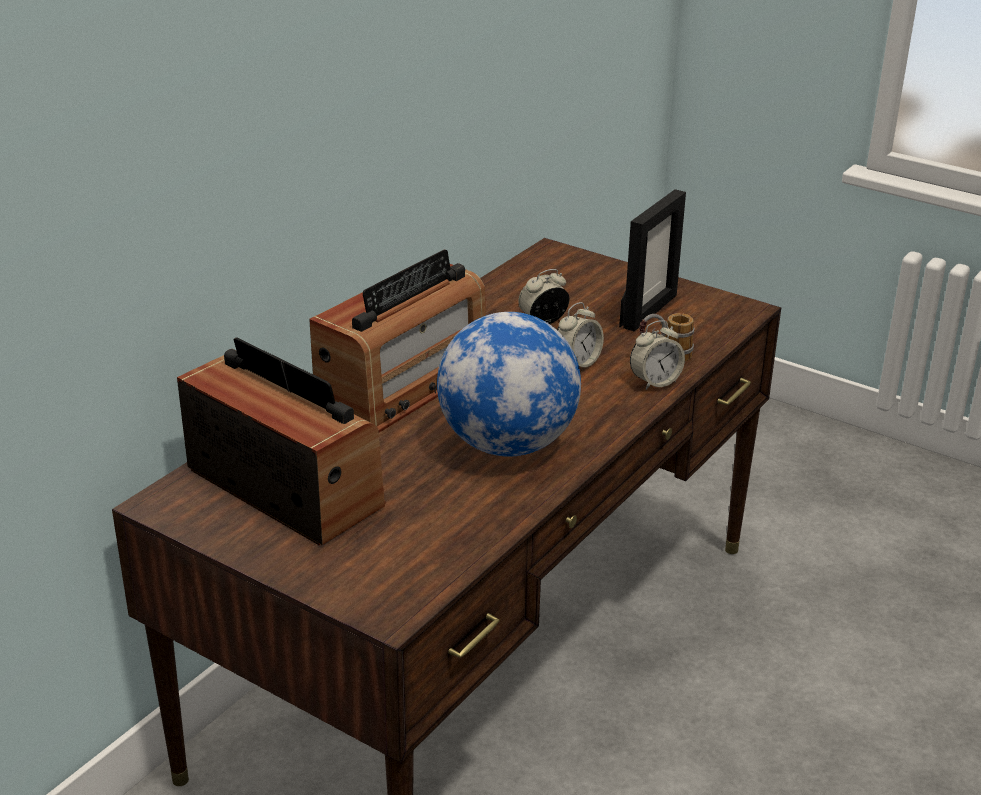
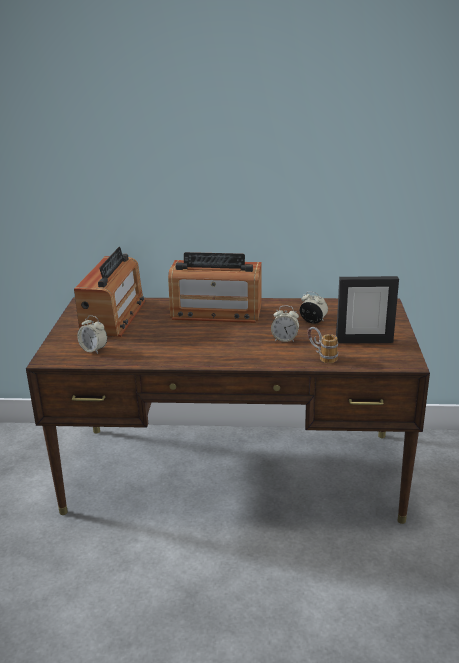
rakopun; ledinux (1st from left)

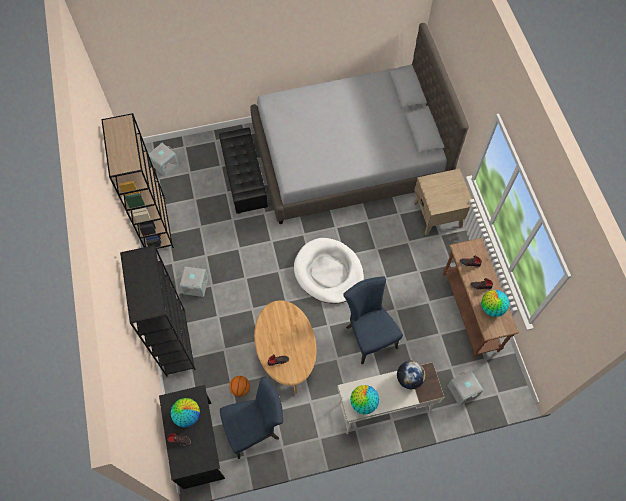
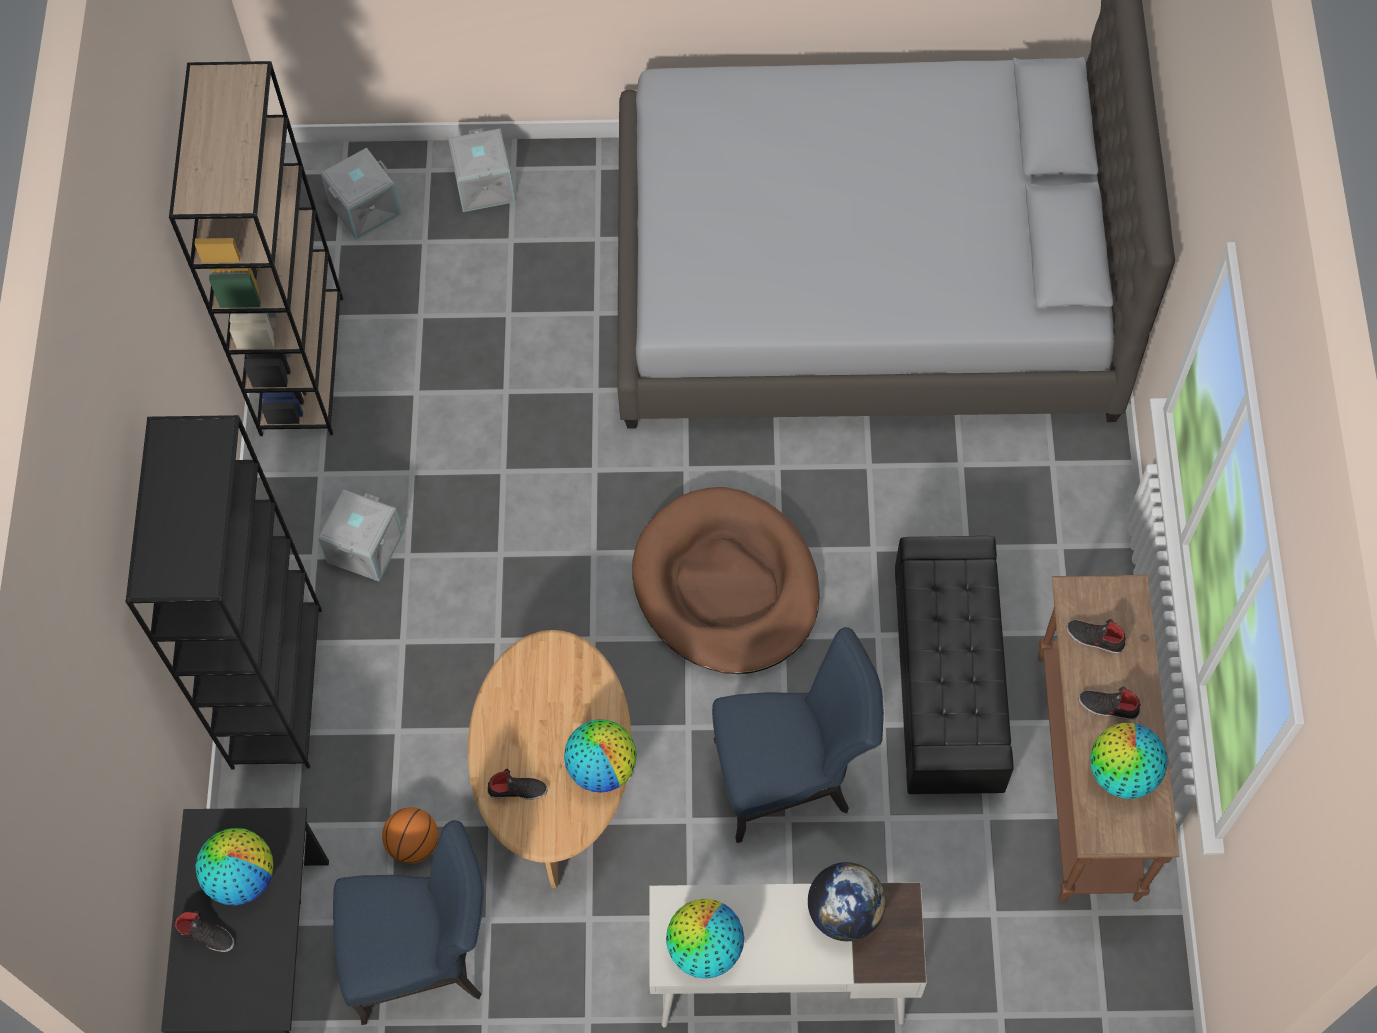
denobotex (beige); rakopun (2nd from left); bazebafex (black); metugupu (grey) (3rd from left); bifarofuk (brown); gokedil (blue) (2nd from left)

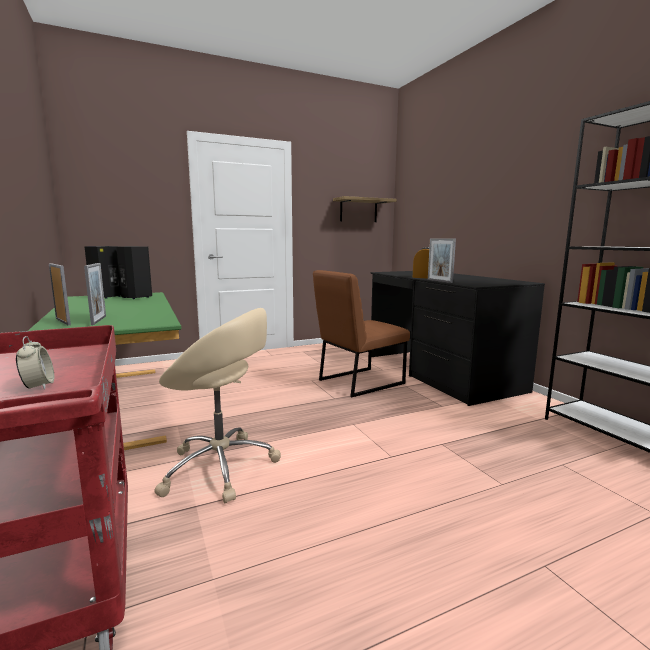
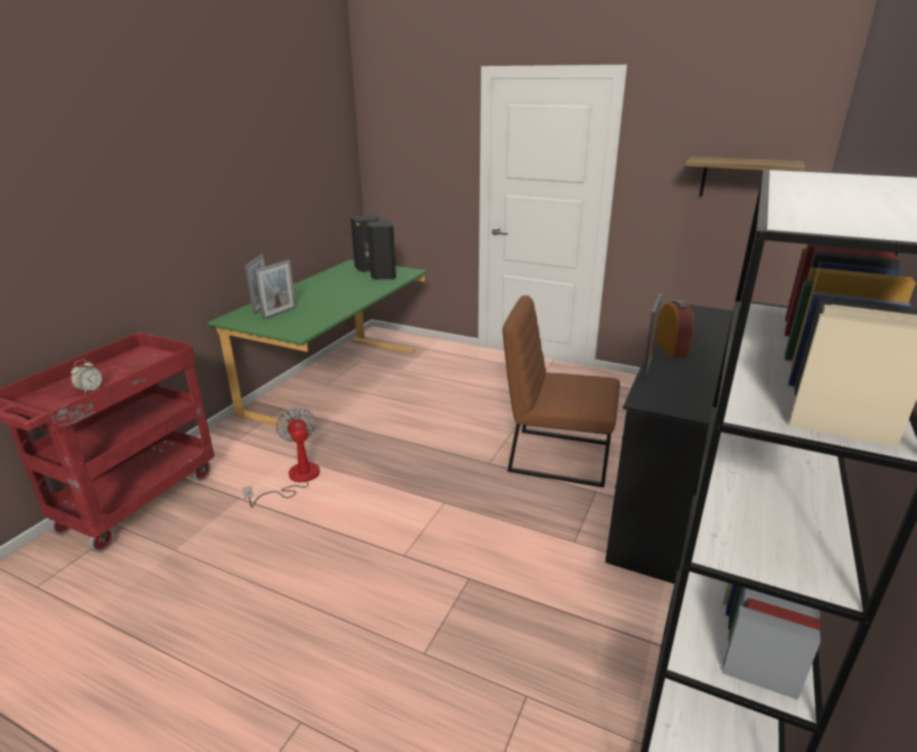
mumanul

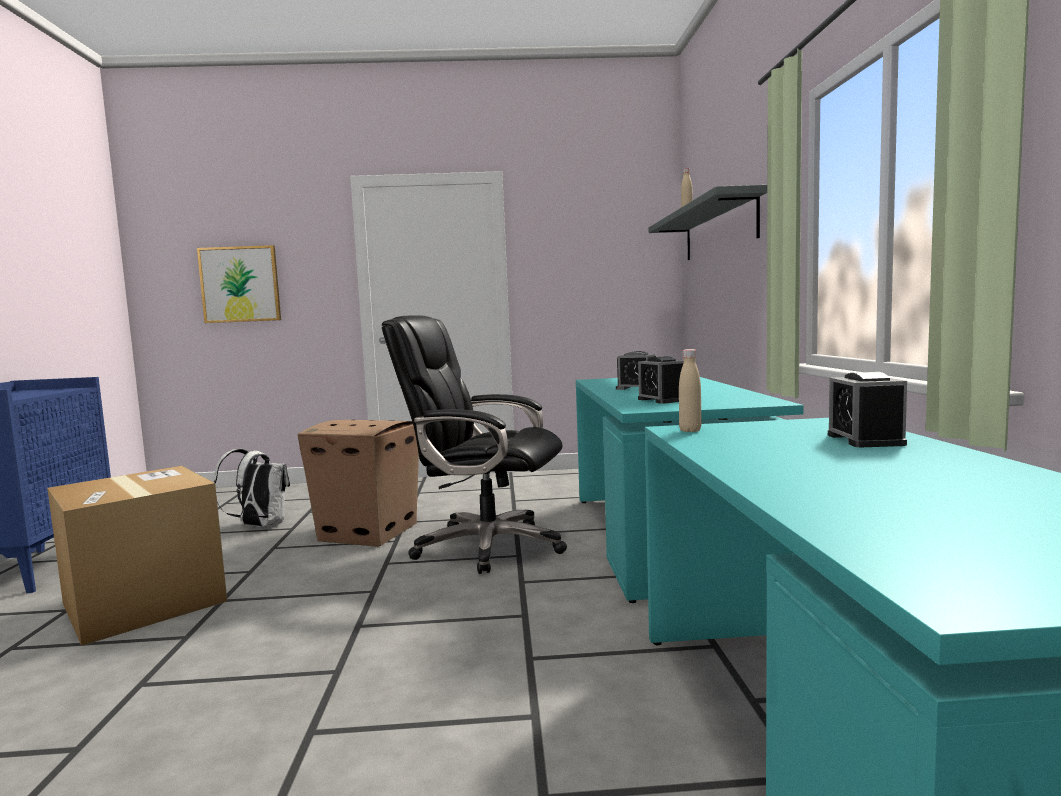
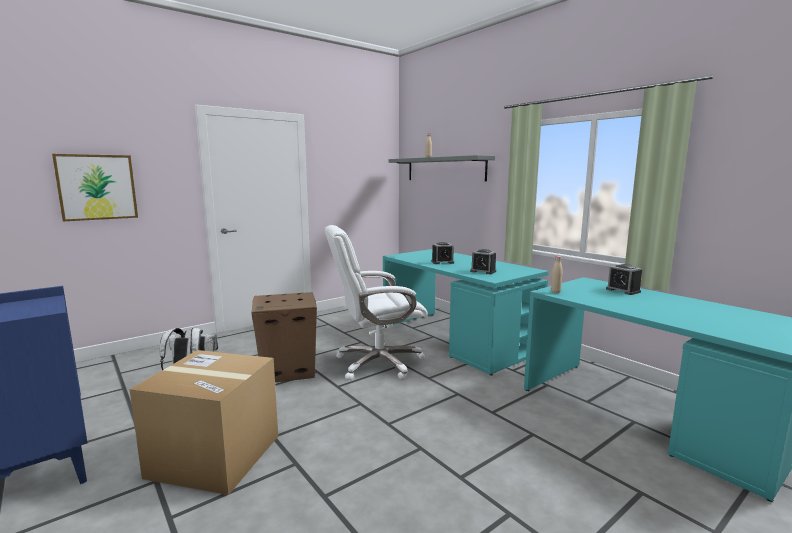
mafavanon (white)

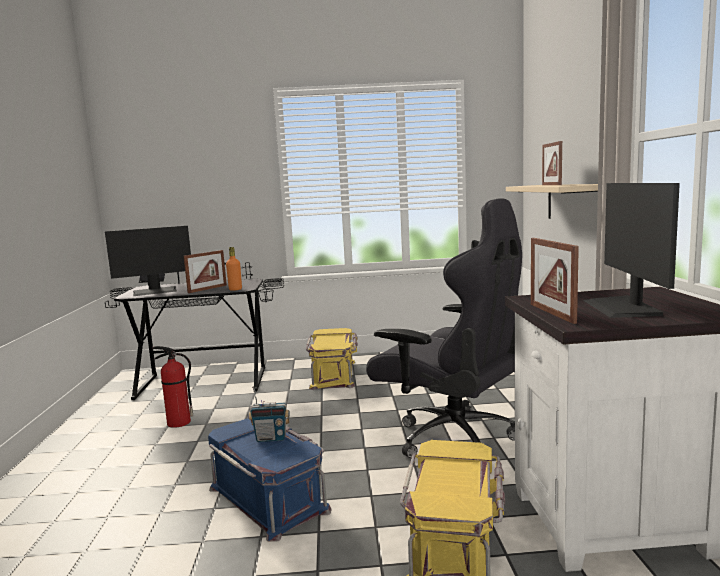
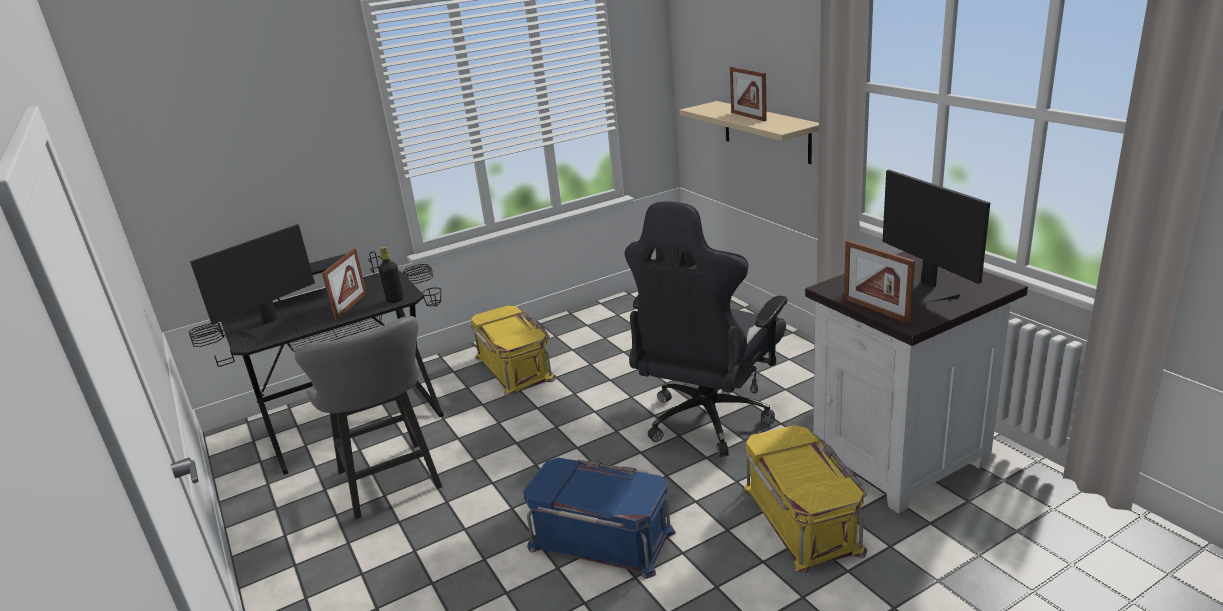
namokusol; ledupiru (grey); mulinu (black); mafavanon (black)

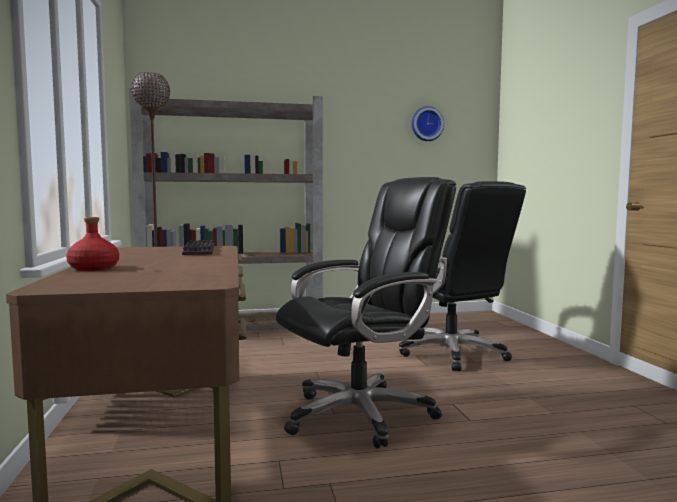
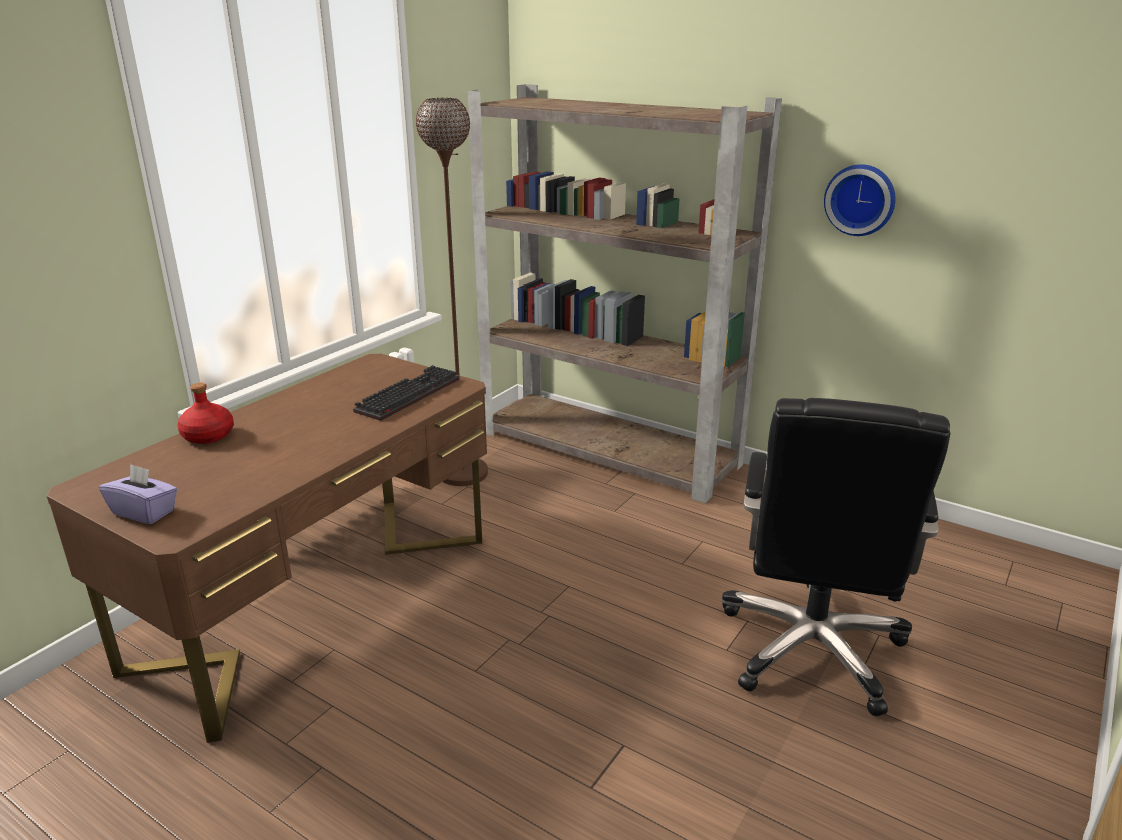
mafavanon (black) (1st from left in the first image); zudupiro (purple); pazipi

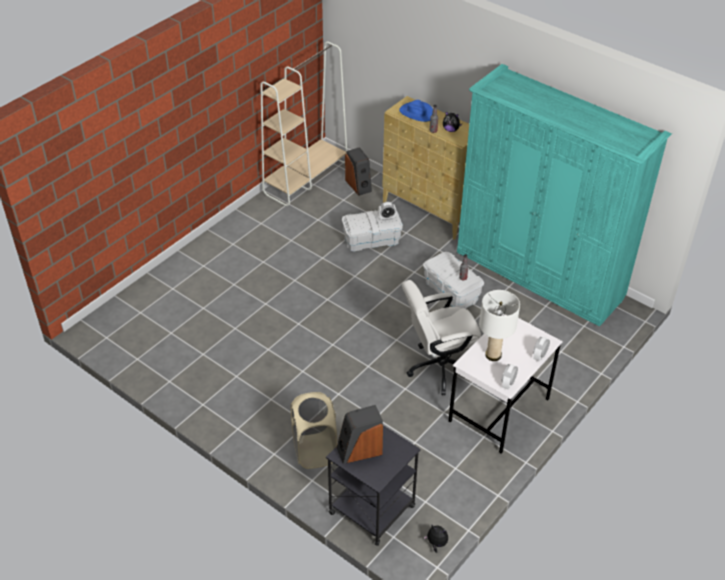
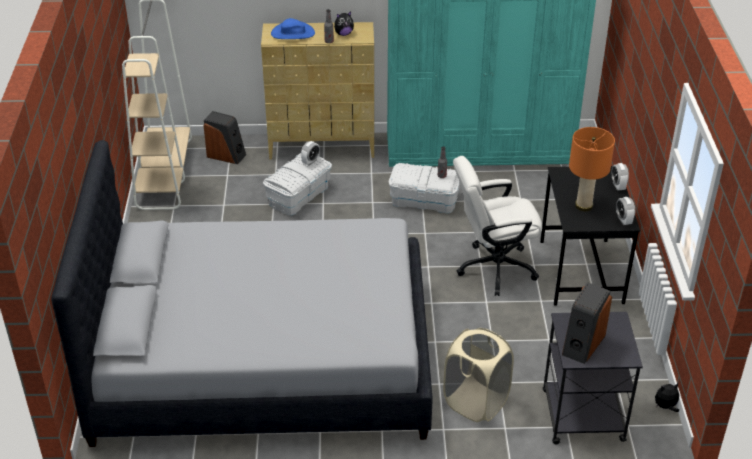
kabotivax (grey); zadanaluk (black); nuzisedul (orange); mafavanon (white)

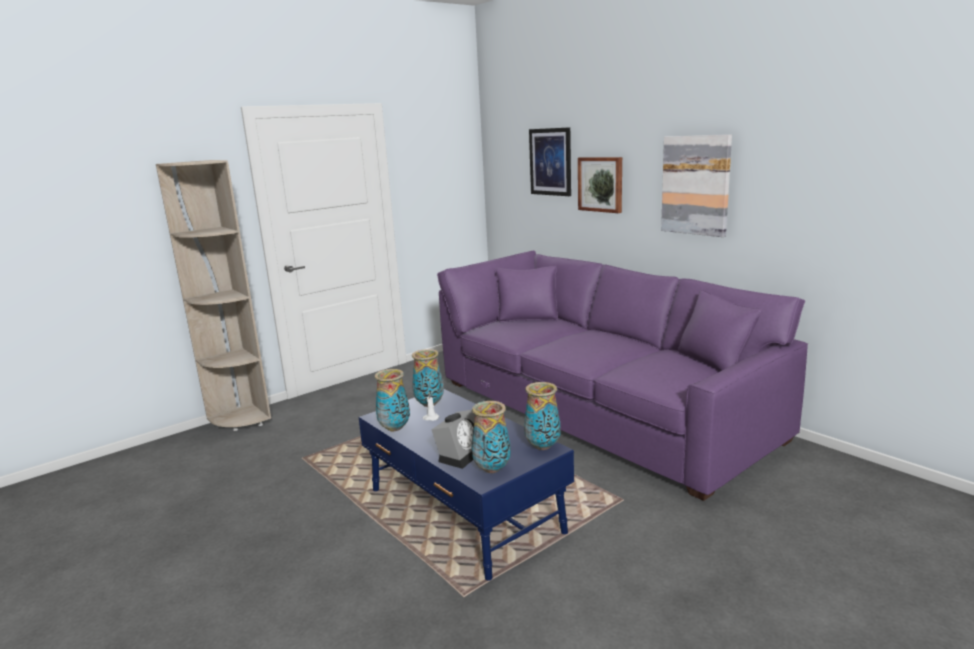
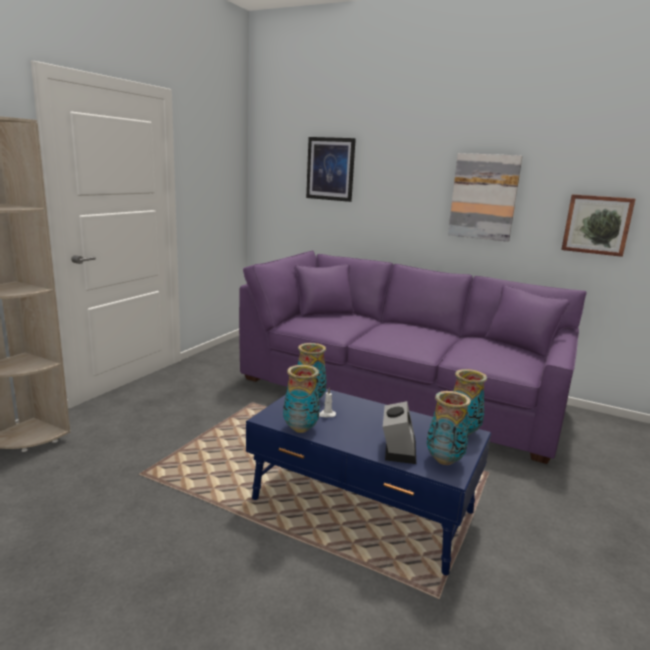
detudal (3rd from left)

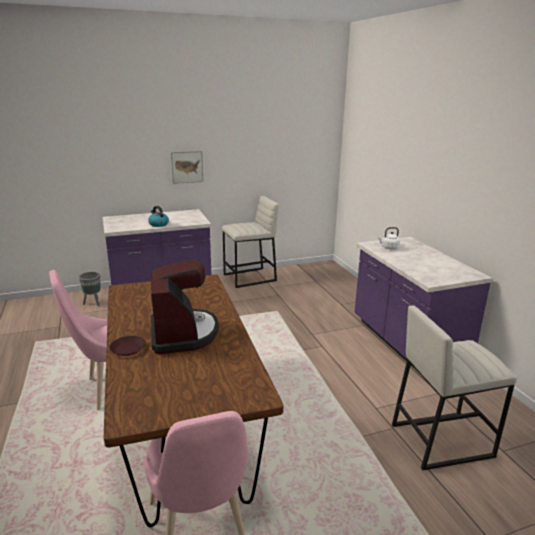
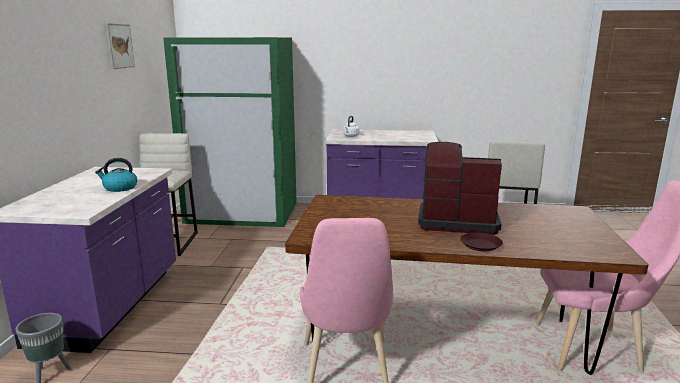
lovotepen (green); detudal

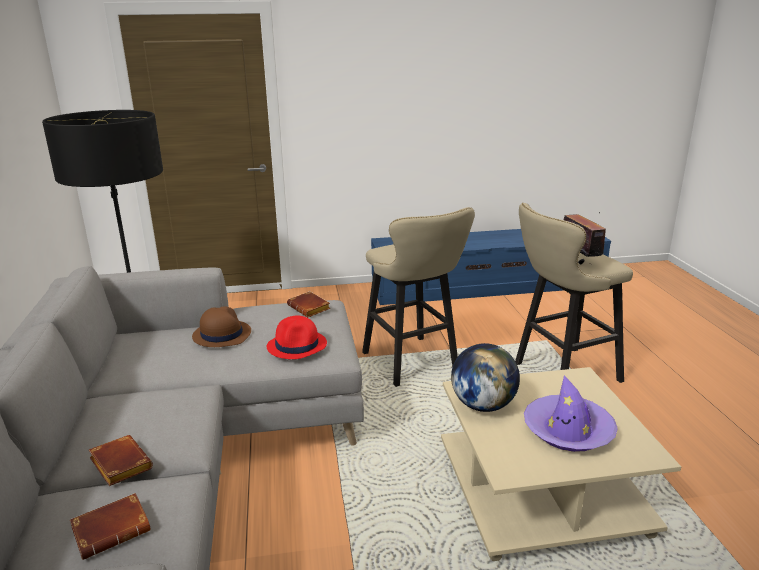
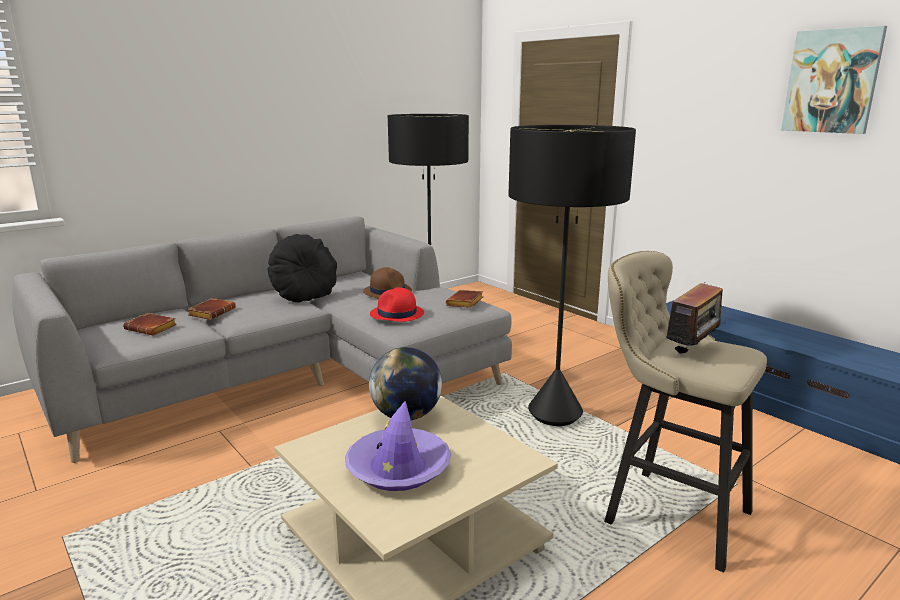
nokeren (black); detudal; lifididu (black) (2nd from left)

